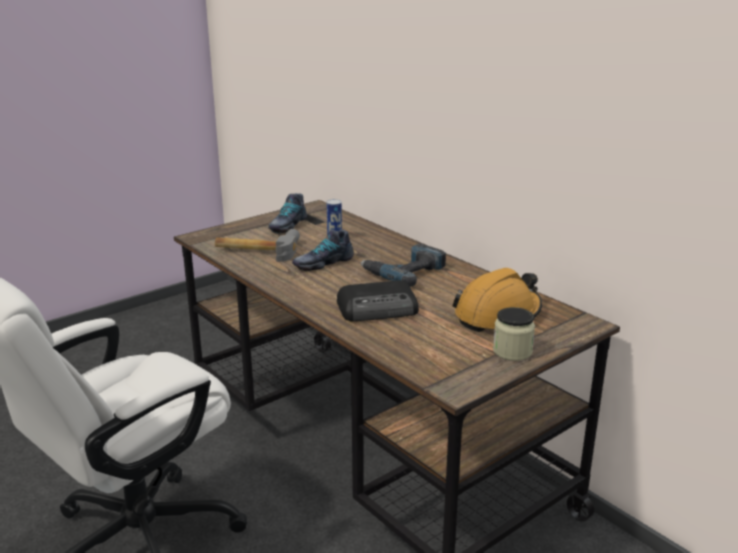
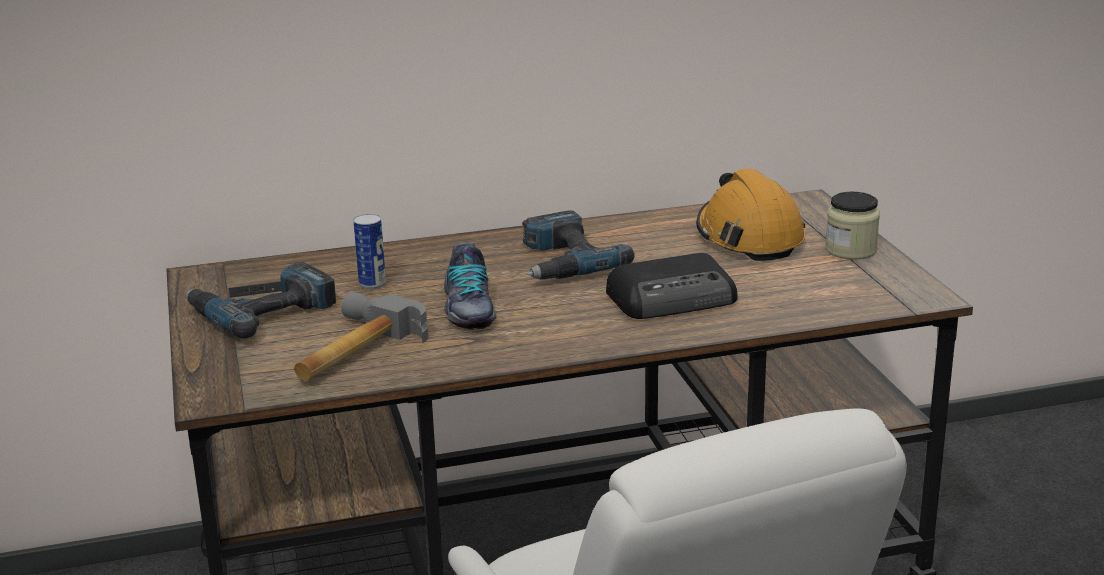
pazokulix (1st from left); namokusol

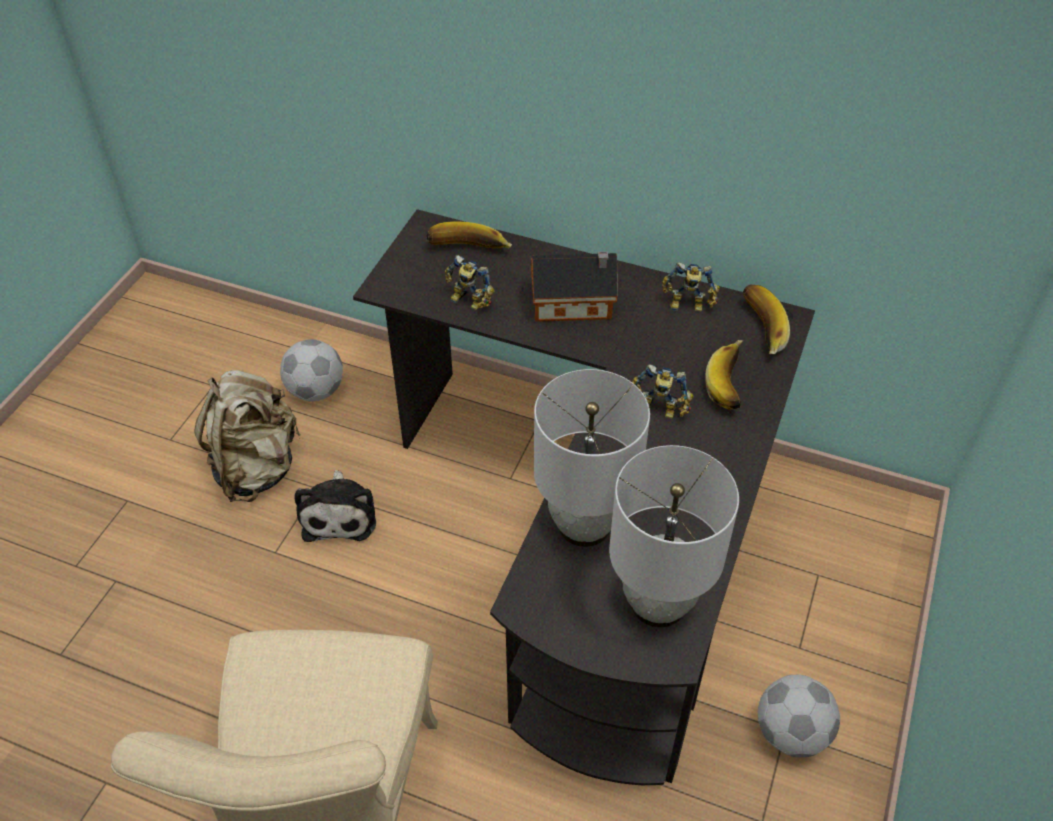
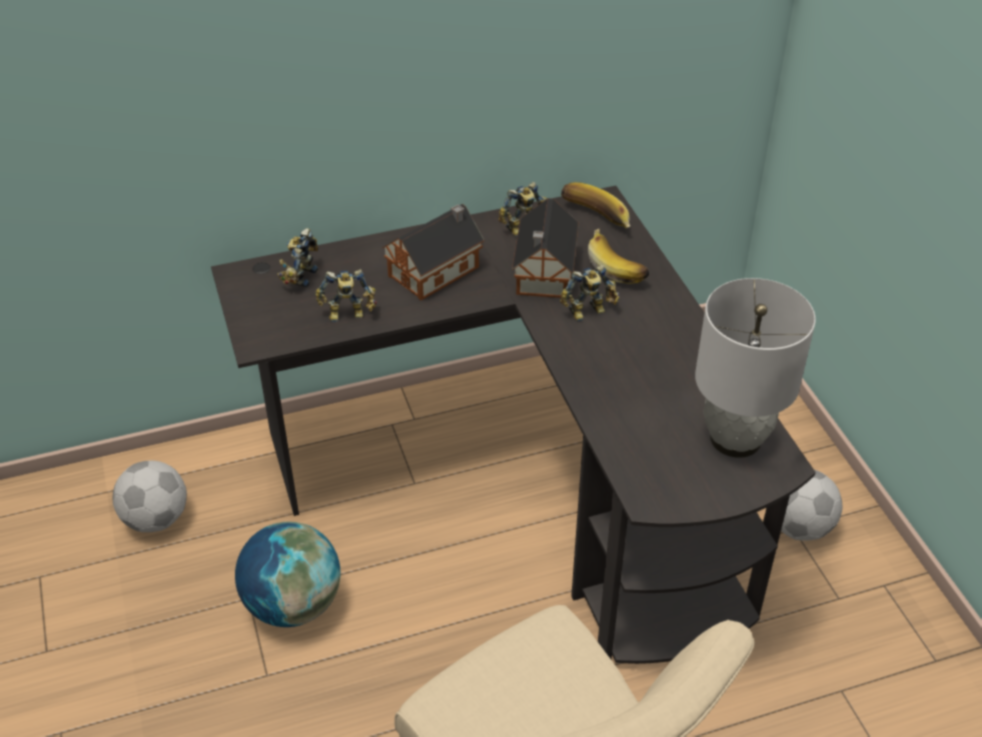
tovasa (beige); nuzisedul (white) (1st from left in the first image); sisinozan (2nd from left); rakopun; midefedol (1st from left)

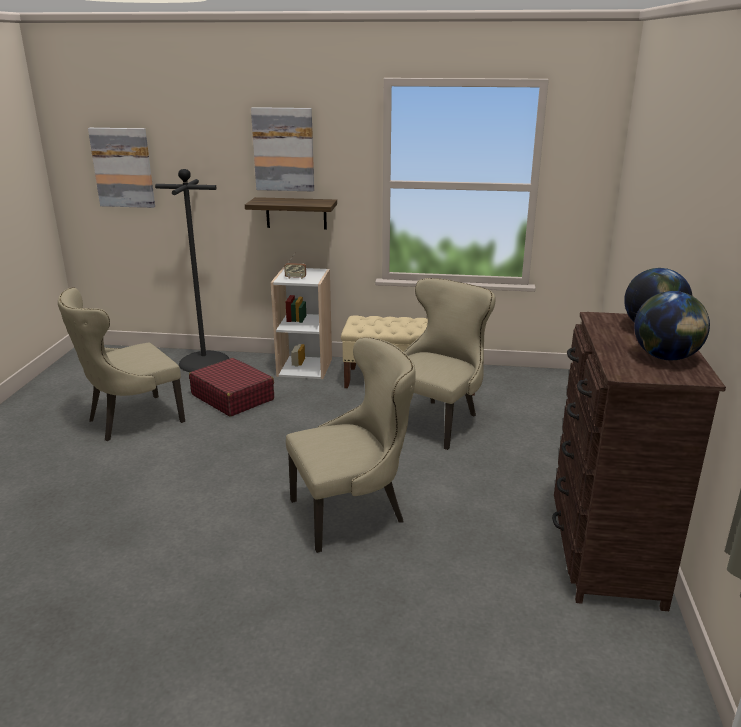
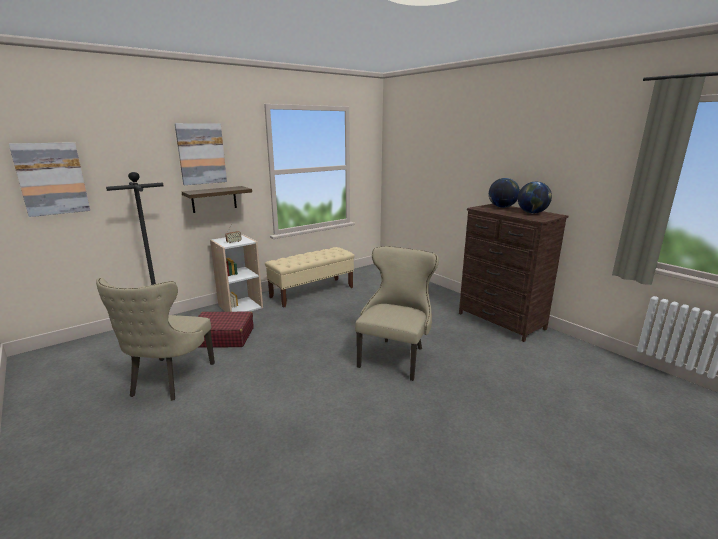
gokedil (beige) (3rd from left in the first image)

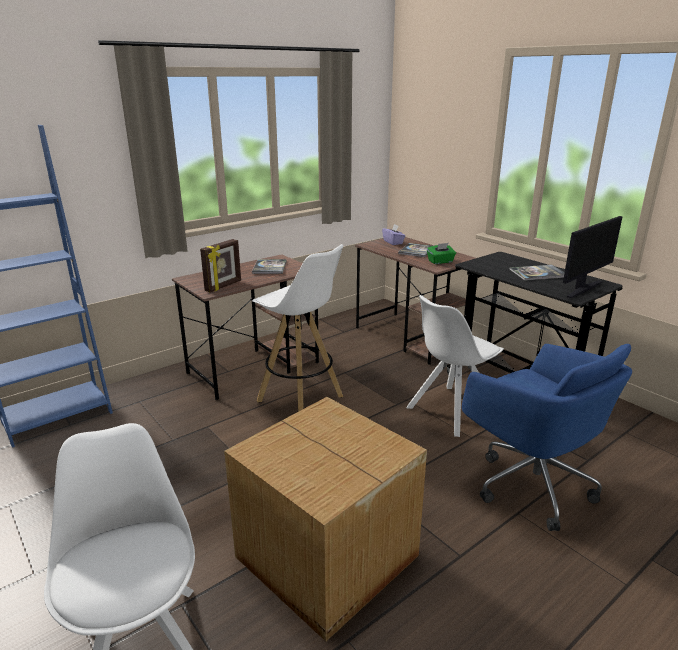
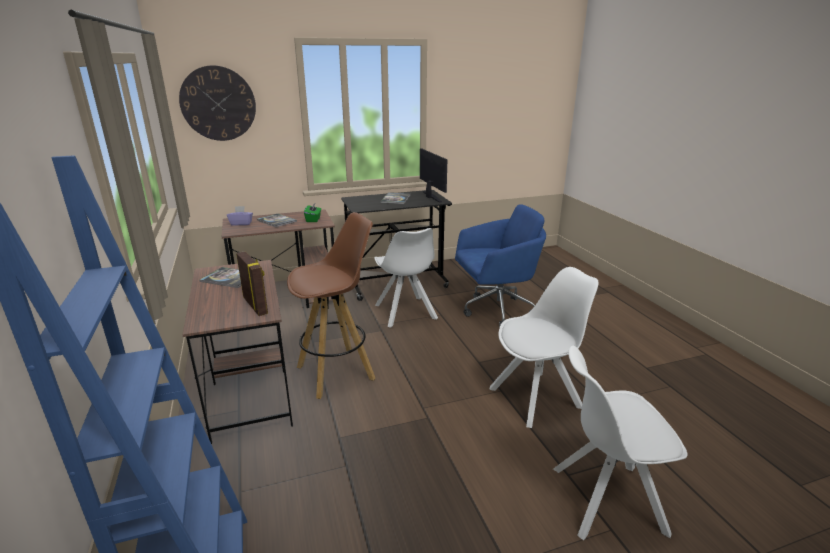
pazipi; gokedil (white) (2nd from left); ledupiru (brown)

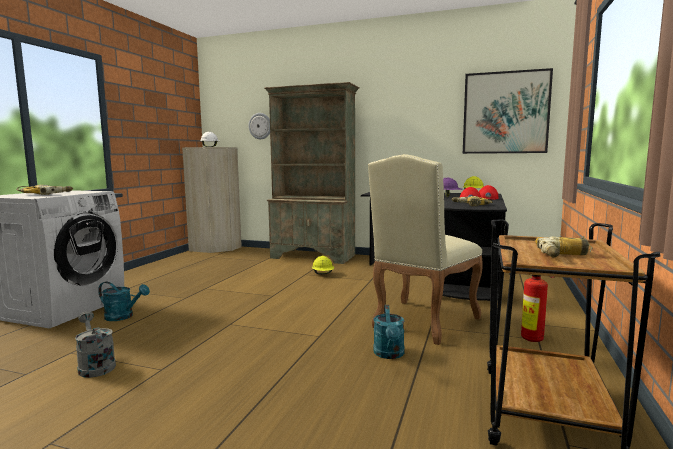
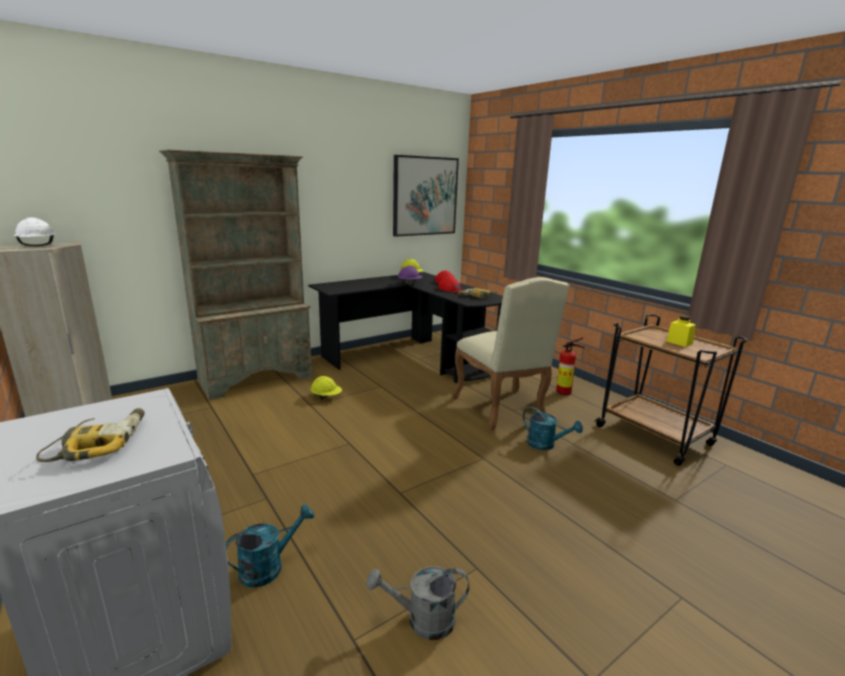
pazipi; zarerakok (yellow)

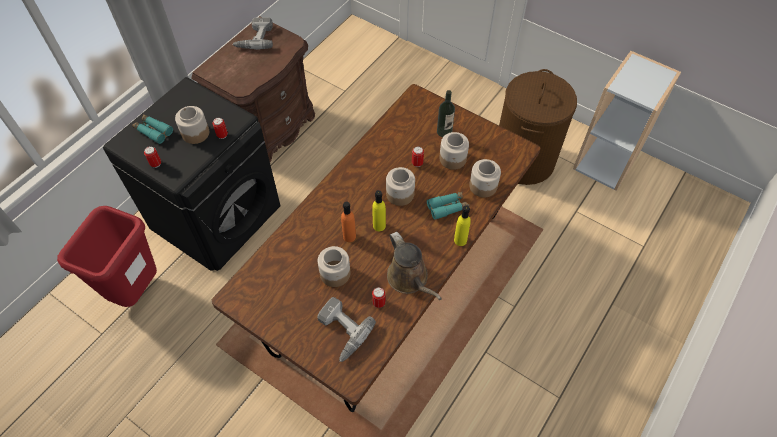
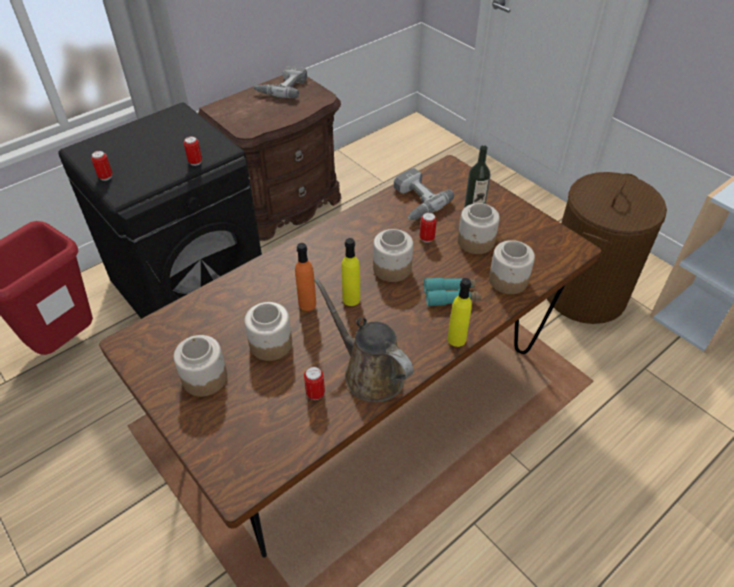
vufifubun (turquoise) (1st from left in the first image); zarerakok (1st from left); pazokulix (2nd from left); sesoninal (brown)

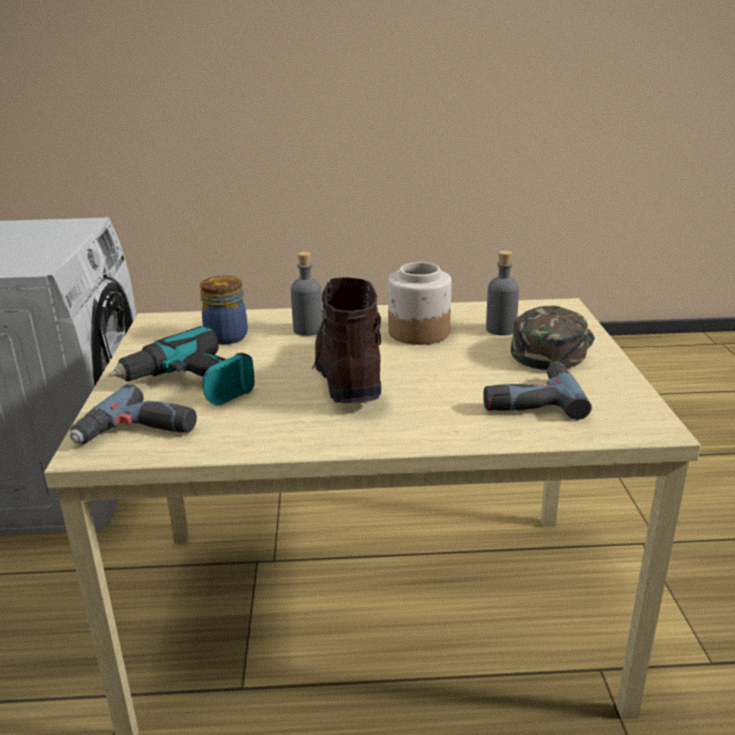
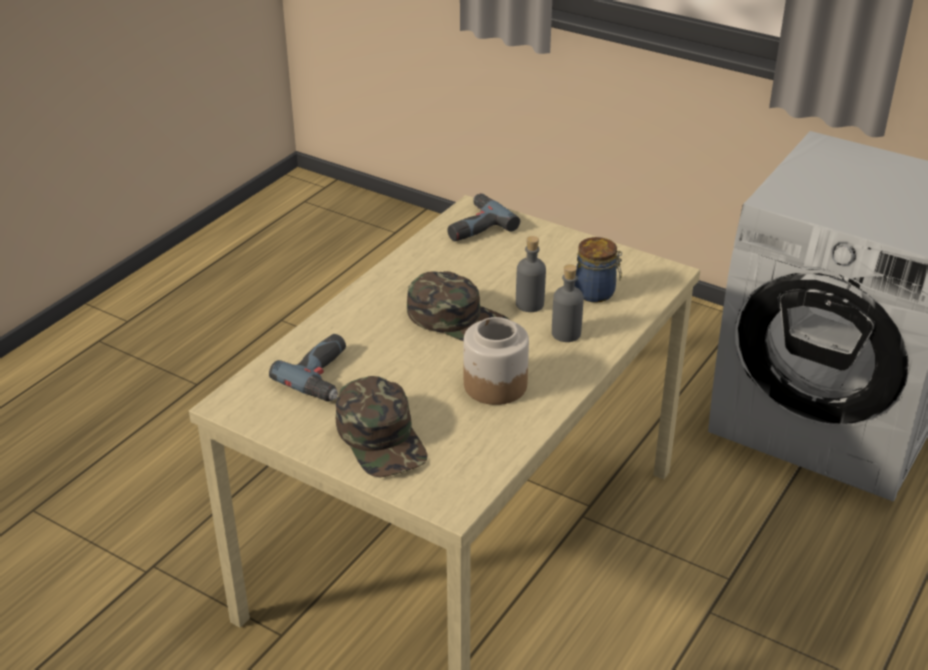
pazokulix (2nd from left in the first image); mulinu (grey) (1st from left); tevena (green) (2nd from left)

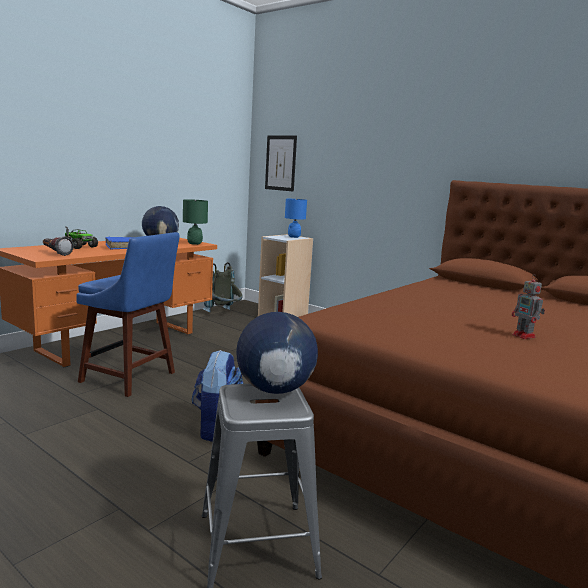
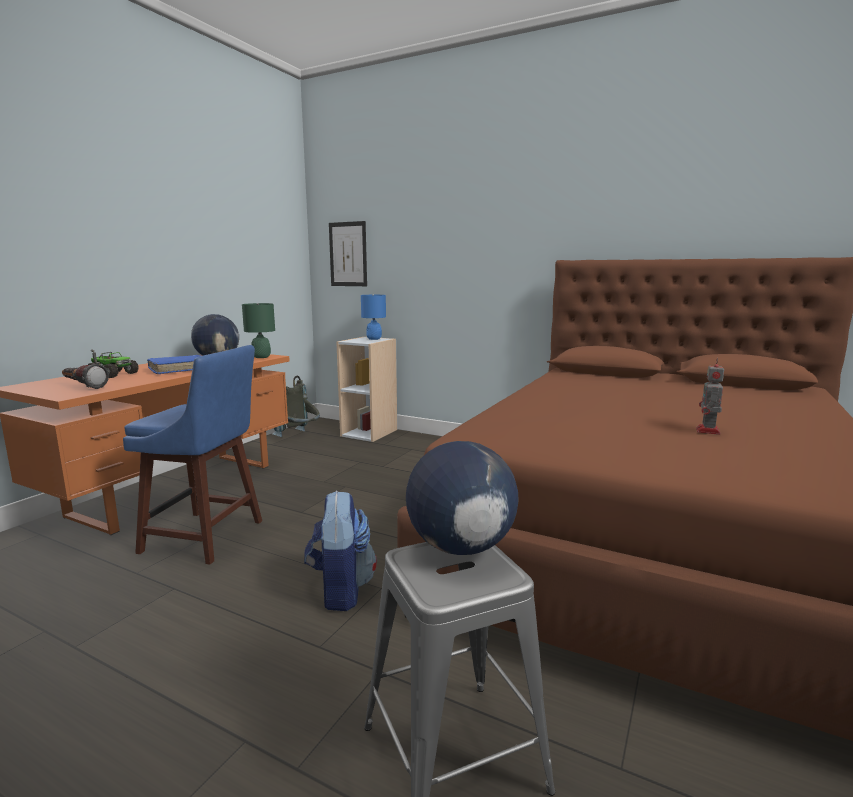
midefedol

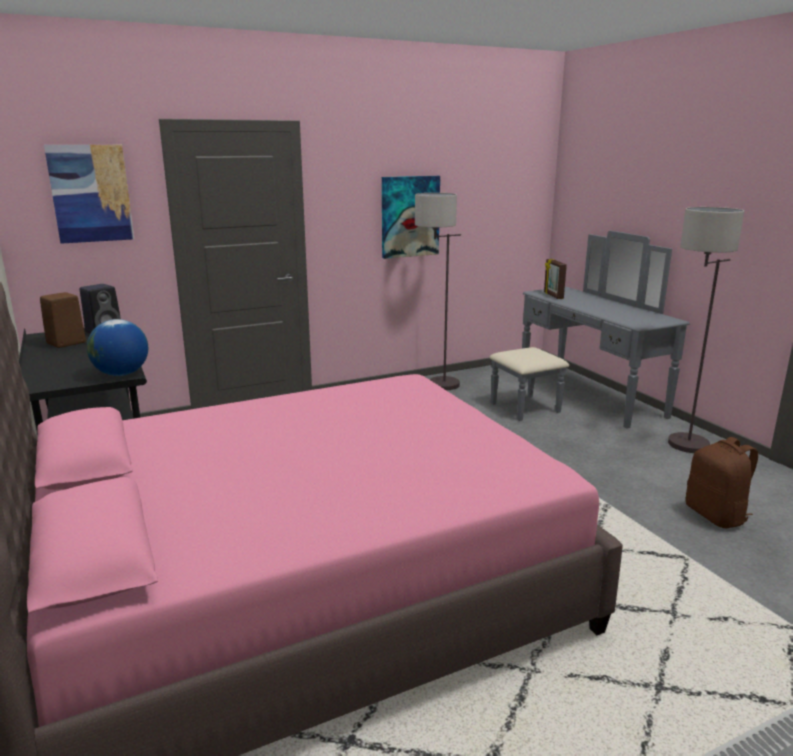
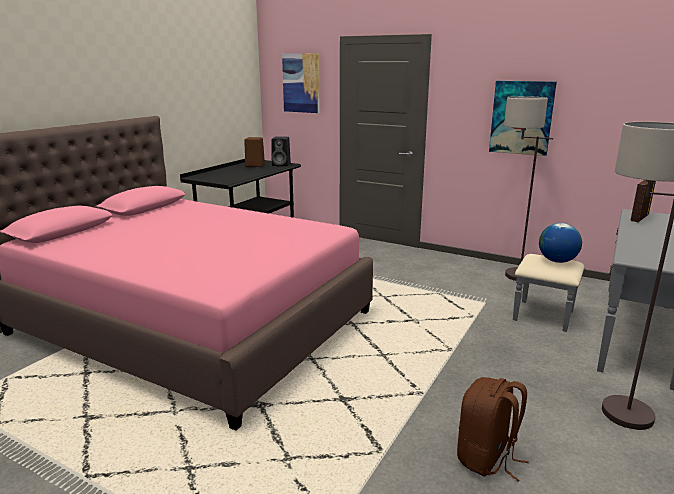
rakopun

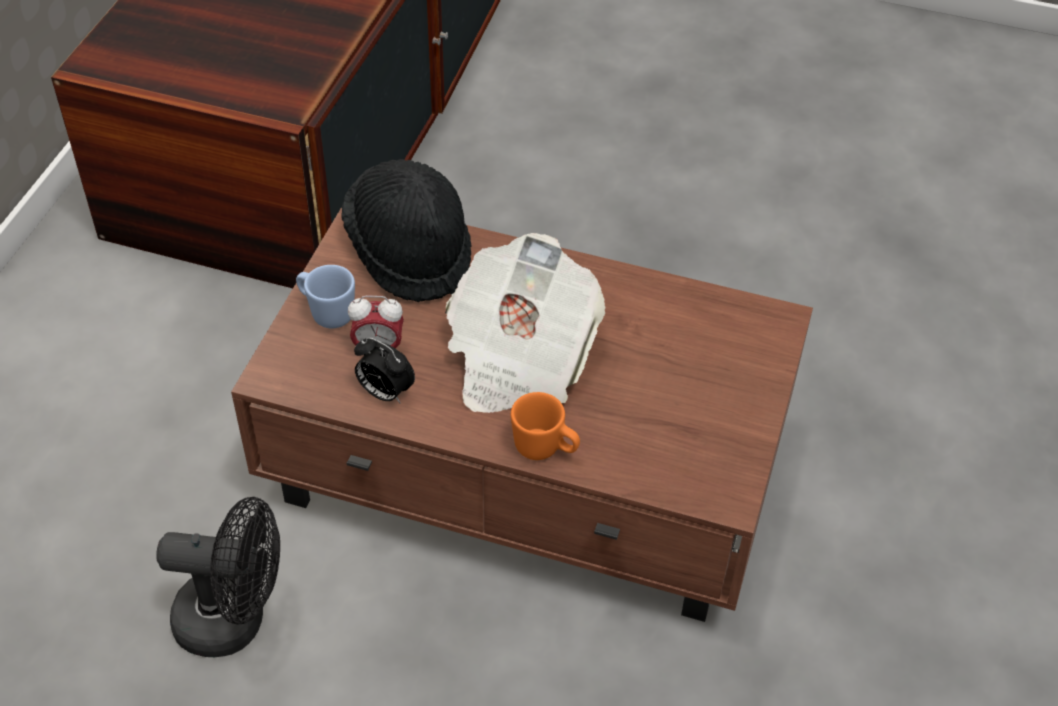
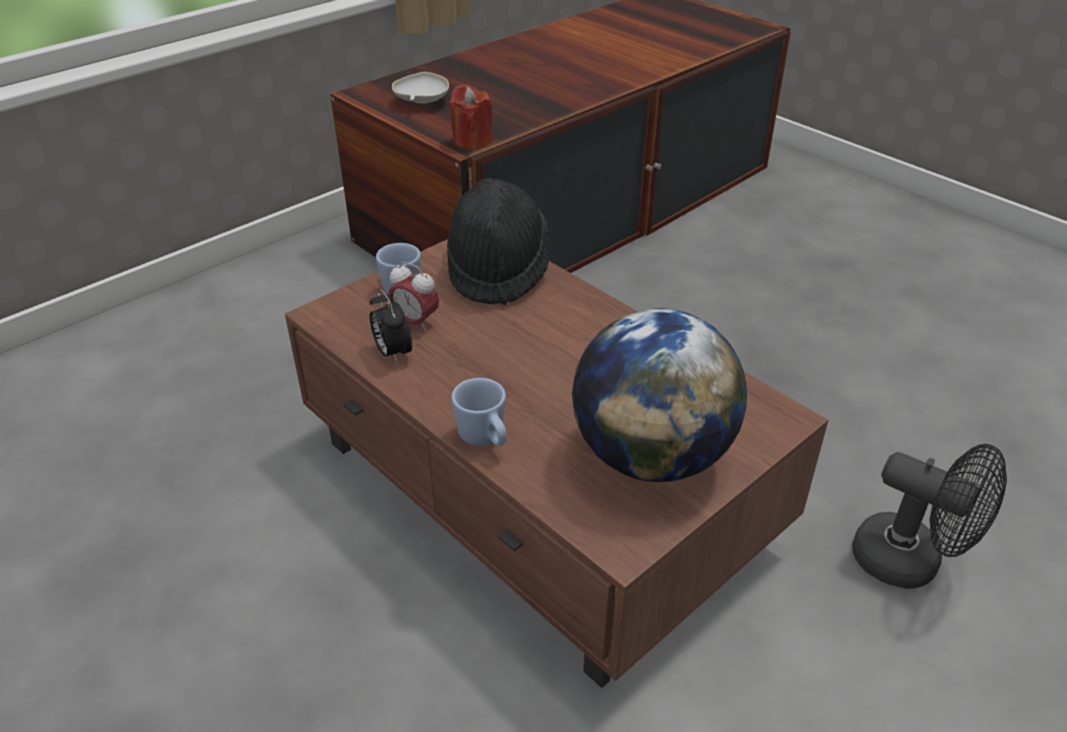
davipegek; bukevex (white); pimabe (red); rakopun; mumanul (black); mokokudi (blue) (2nd from left)

